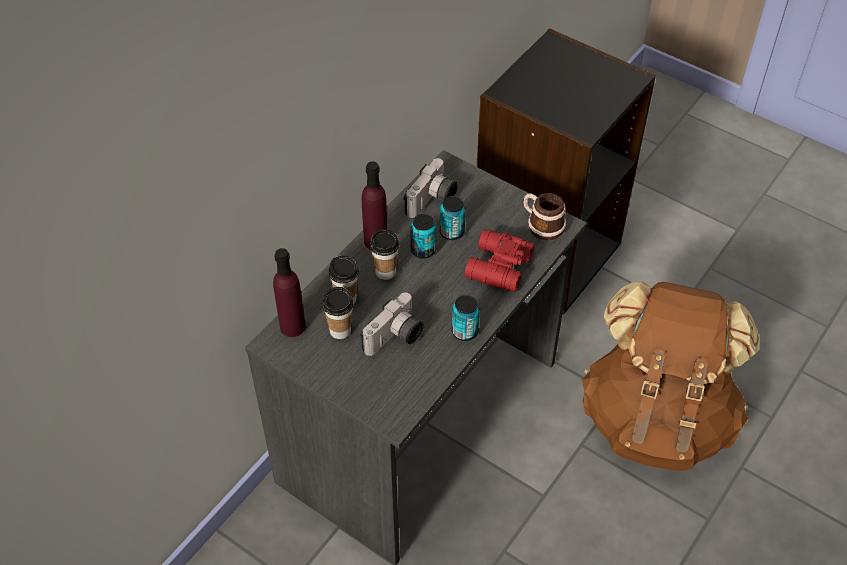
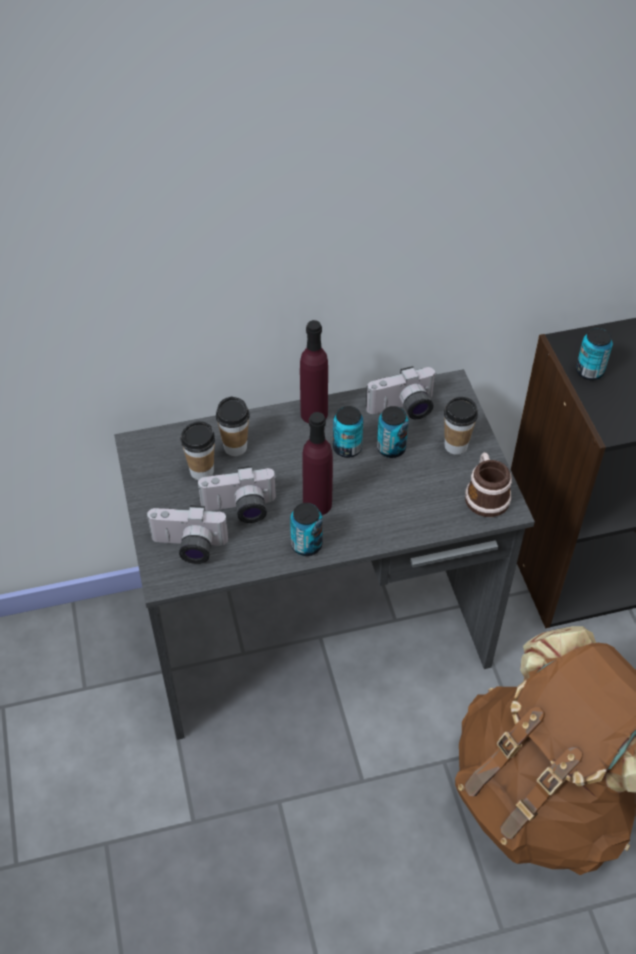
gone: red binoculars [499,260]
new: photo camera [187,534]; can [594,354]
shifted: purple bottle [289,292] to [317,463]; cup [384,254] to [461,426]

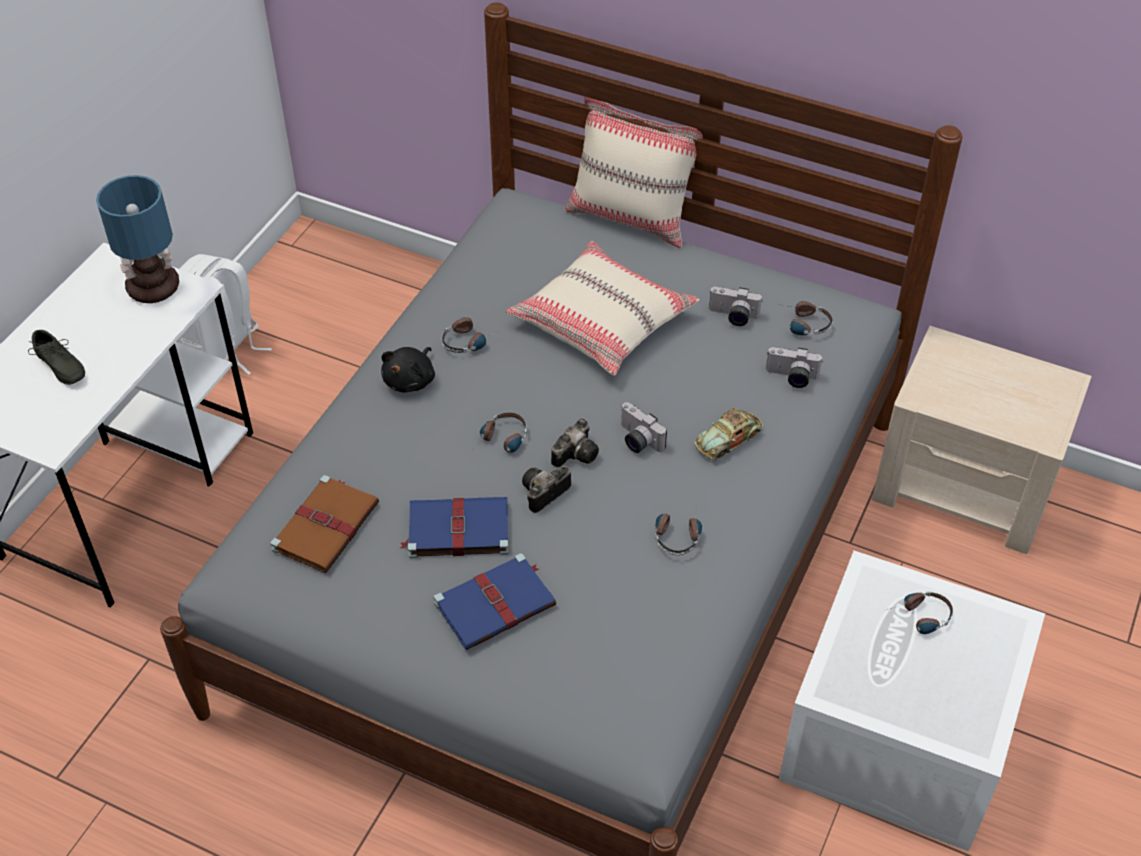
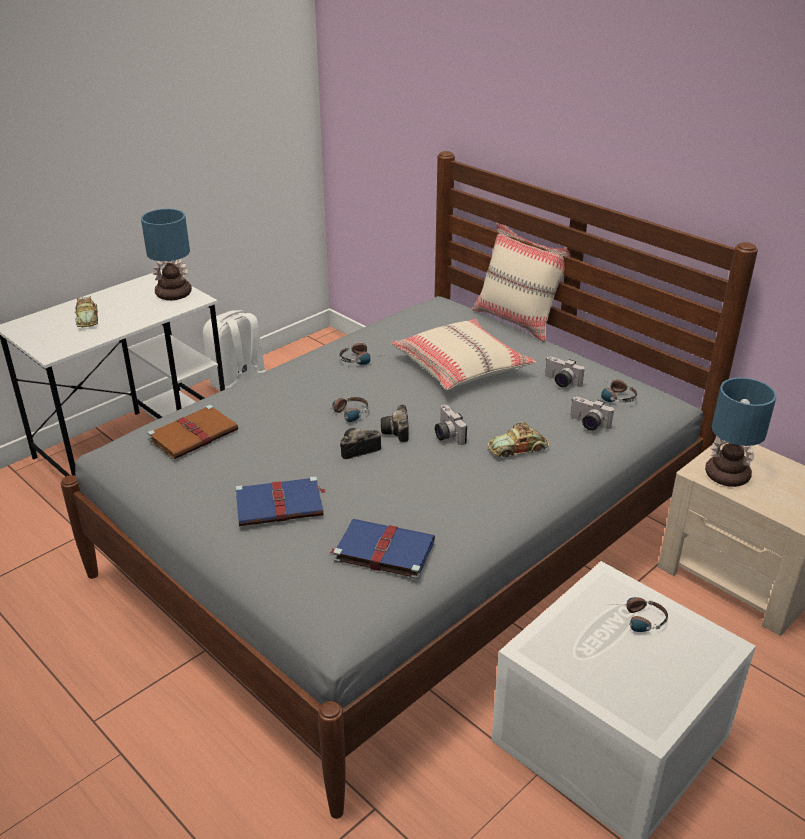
gone: black plush toy [408,369]; headphones [679,531]
new: table lamp [741,432]
shifted: blue book [454,527] to [382,549]
swapped: grey shoe [56,357] to toy car [86,312]
rotated: photo camera [575,443] = [395,423] 120 degrees clockwise

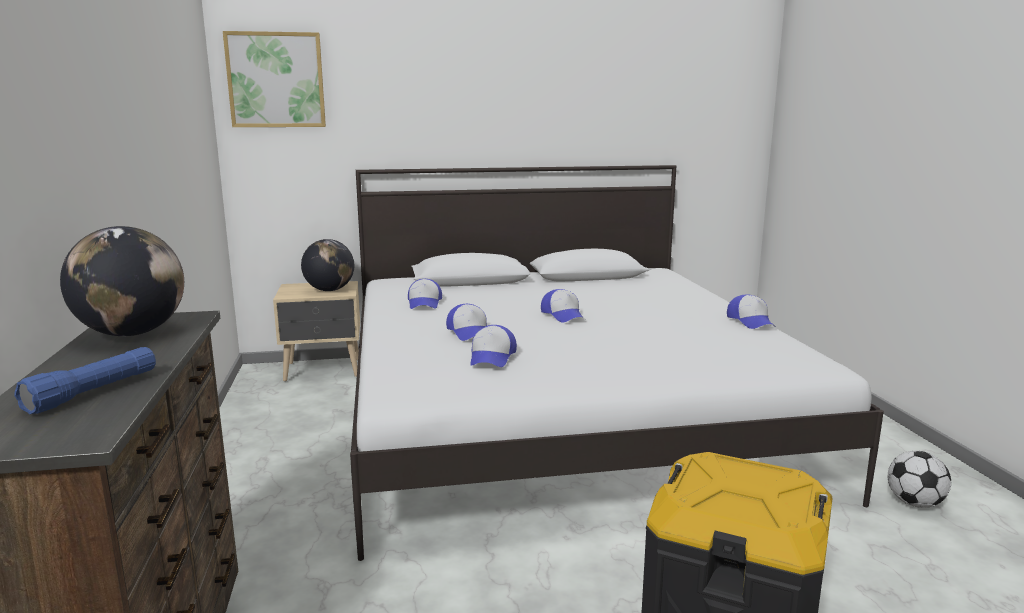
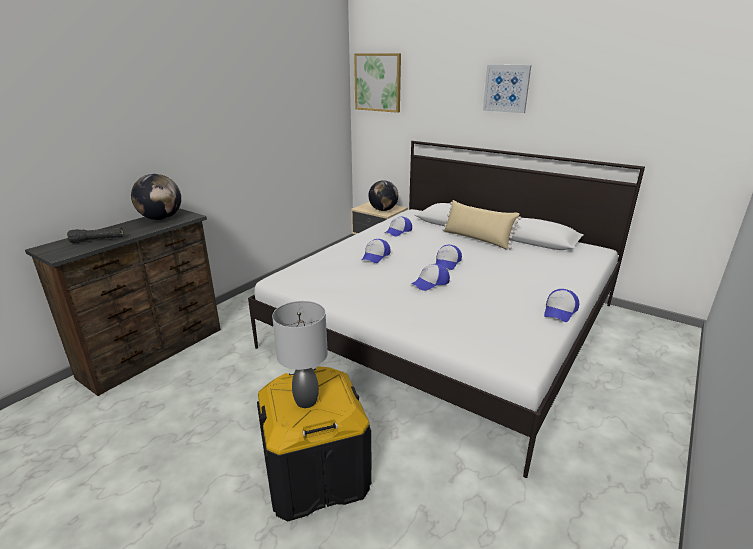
gone: football [919,479]
new: grey table lamp [300,354]; beige pillow [481,225]; picture [507,89]
shifted: cap [493,346] to [431,277]
repainted: blue flashlight [85,380] to black flashlight [95,235]

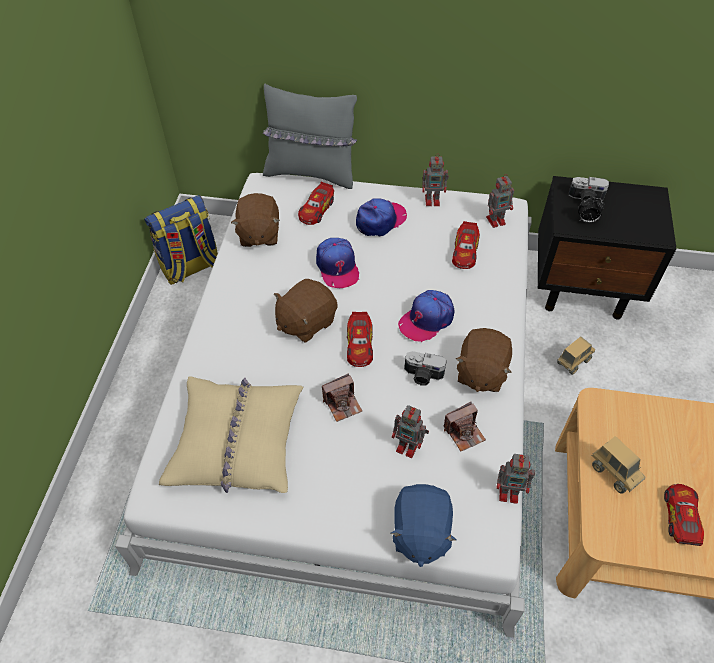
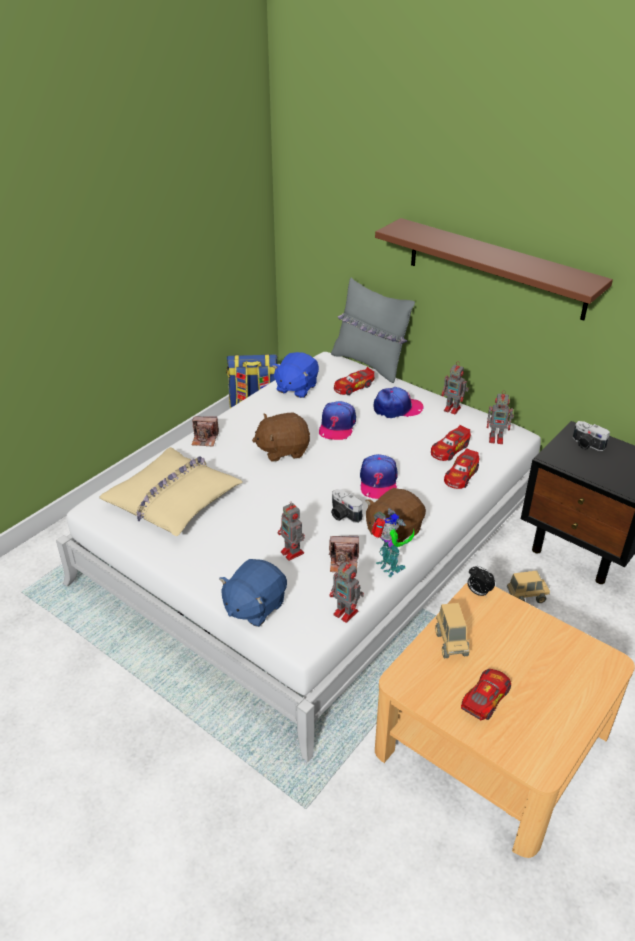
new: toy robot [393,542]; brown shelf [494,269]
shifted: photo camera [342,397] to [205,431]; toy car [360,339] to [461,468]; alarm clock [591,210] to [481,582]
repainted: brown plush toy [255,220] to blue plush toy [295,375]
rotated: cap [426,316] = [379,476] 75 degrees counterclockwise

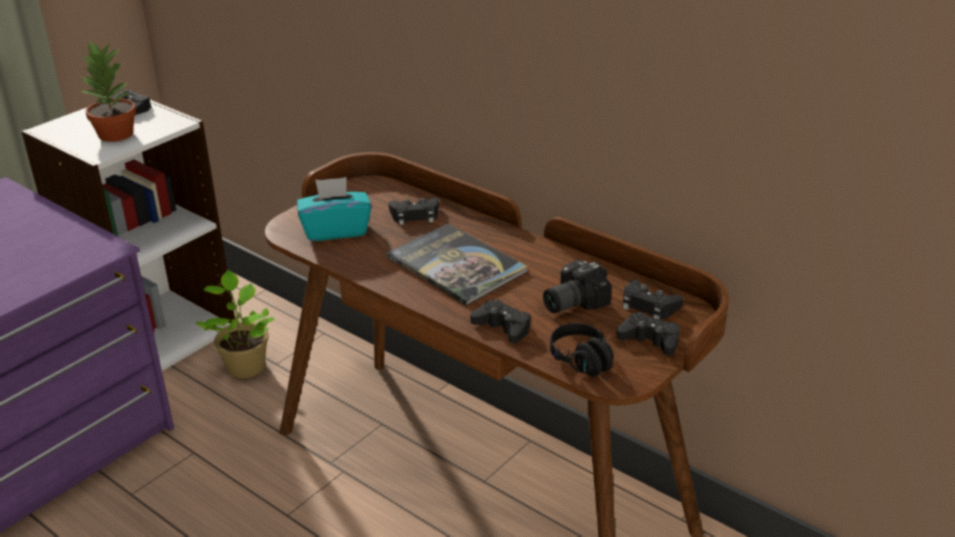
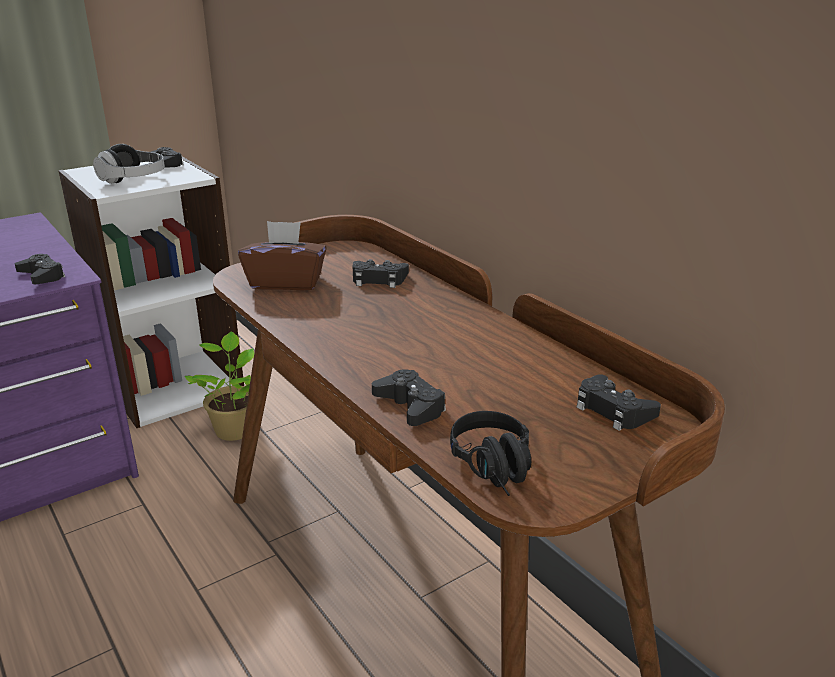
gone: book [457,264]; photo camera [577,286]
shifted: black game controller [648,333] to [40,269]
swapped: potted plant [108,91] to headphones [129,164]
repainted: turquoise tissue box [334,209] to brown tissue box [282,255]

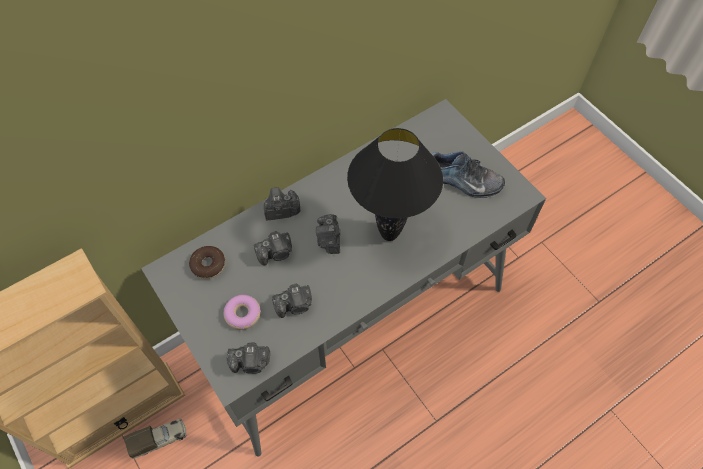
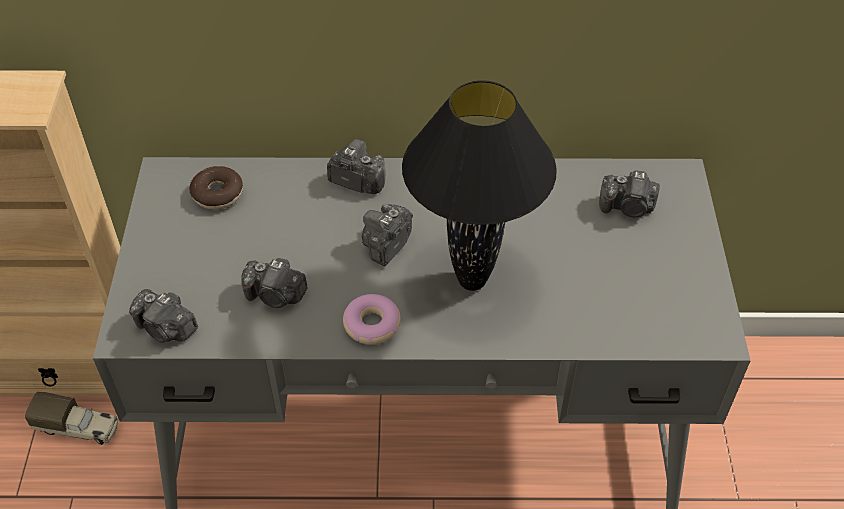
gone: shoe [468,174]
shifted: donut [242,312] to [372,319]; photo camera [273,248] to [629,193]

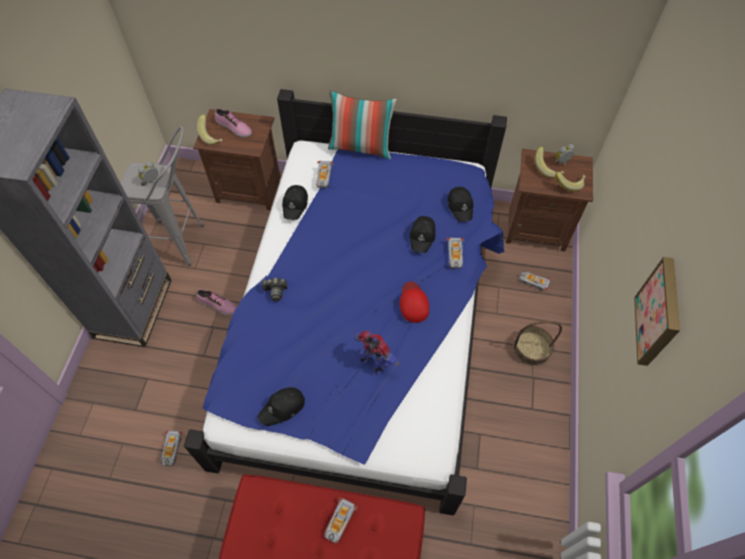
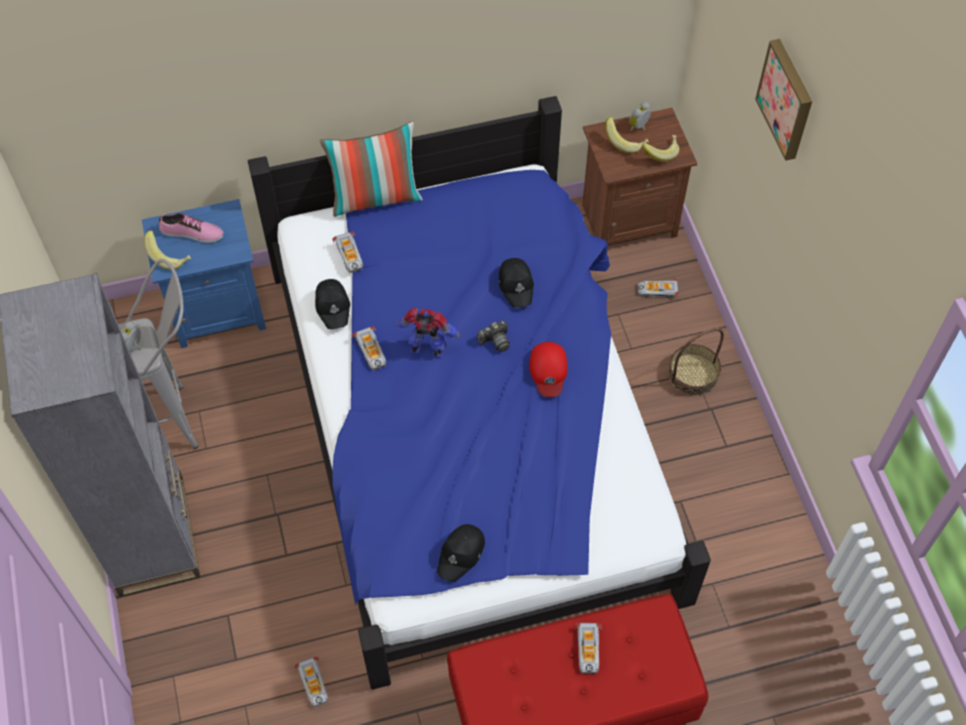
gone: shoe [216,302]; black cap [460,204]
shifted: photo camera [274,289] to [493,336]; toy robot [376,352] to [428,332]; toy car [455,253] to [369,348]; picture [657,311] to [783,100]
repainted: brown nightstand [236,159] to blue nightstand [204,273]
rotated: red cap [414,302] = [548,369] 150 degrees counterclockwise

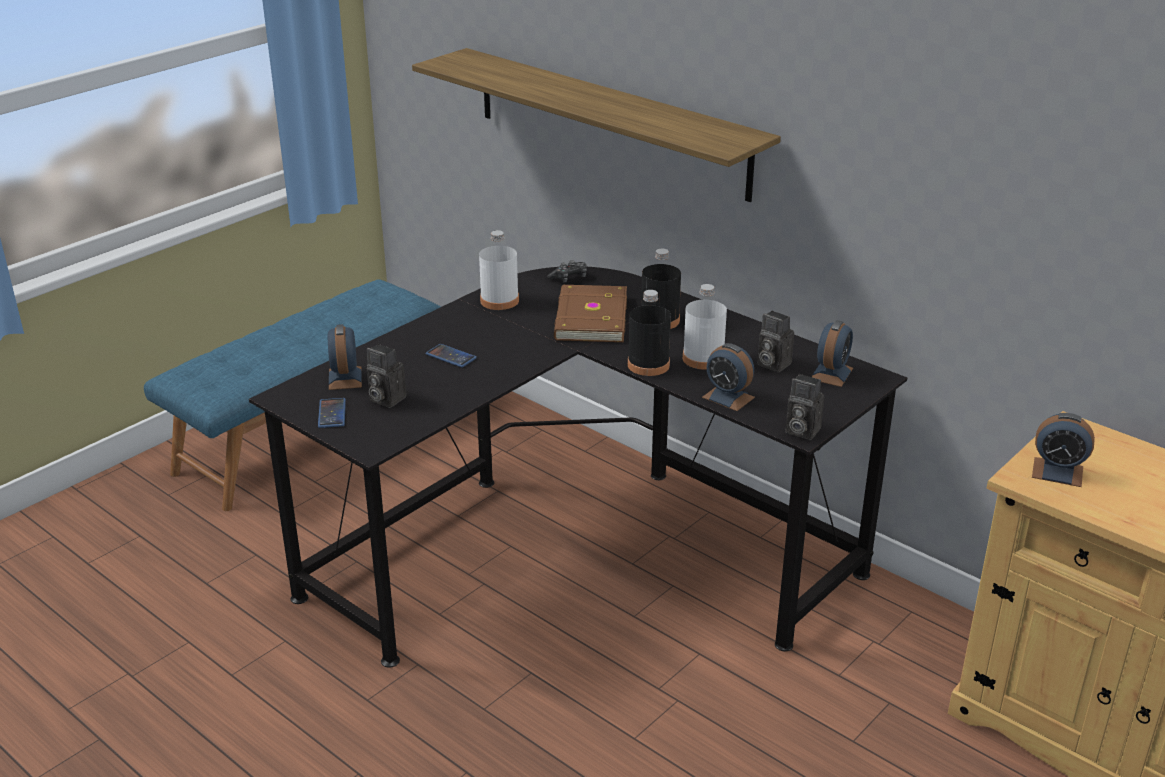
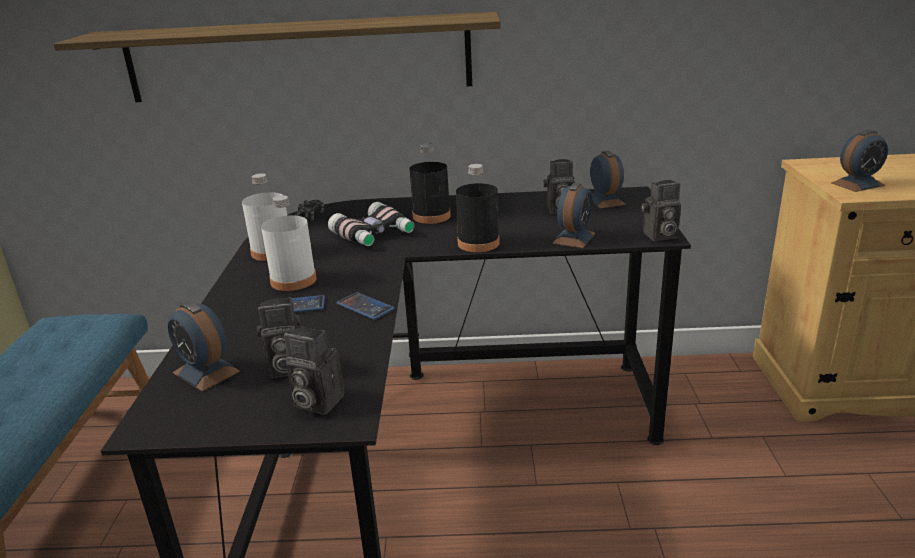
new: photo camera [314,370]
shifted: phone [332,413] to [366,306]; white bottle [705,327] to [289,243]
swapped: brown book [590,313] to binoculars [371,224]
rotated: alarm clock [728,377] = [573,215] 60 degrees counterclockwise

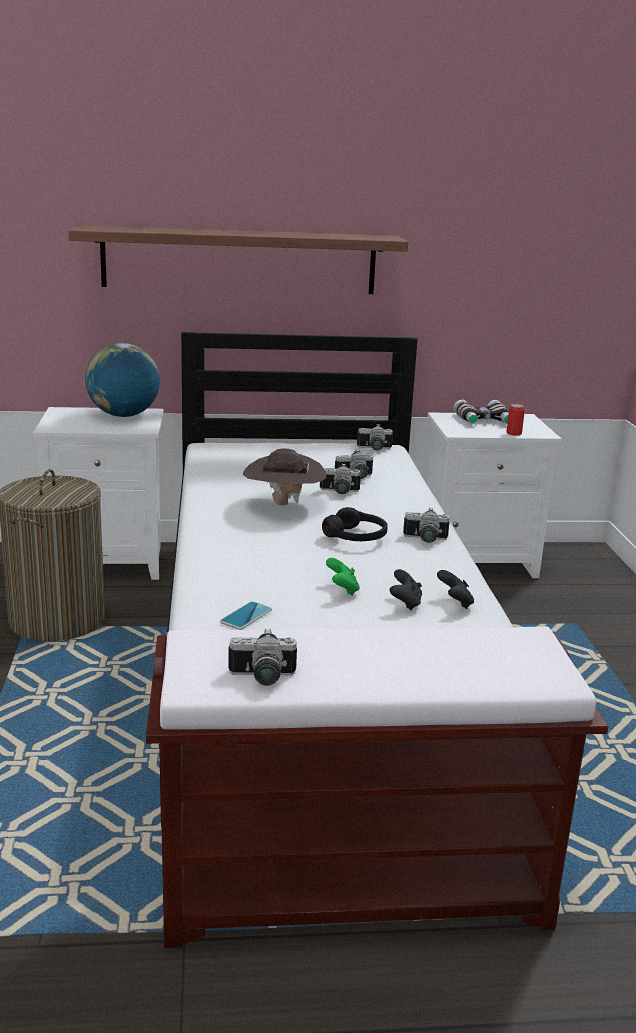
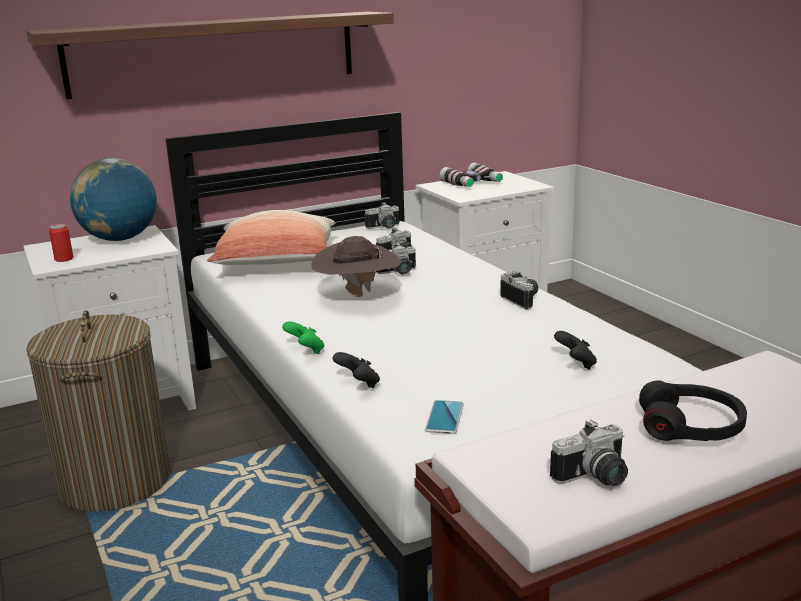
new: pillow [271,237]
shifted: black headphones [355,524] to [693,410]; green game controller [343,577] to [303,337]; black game controller [455,589] to [356,370]; can [516,420] to [61,243]
rotated: photo camera [426,525] = [519,290] 105 degrees counterclockwise

